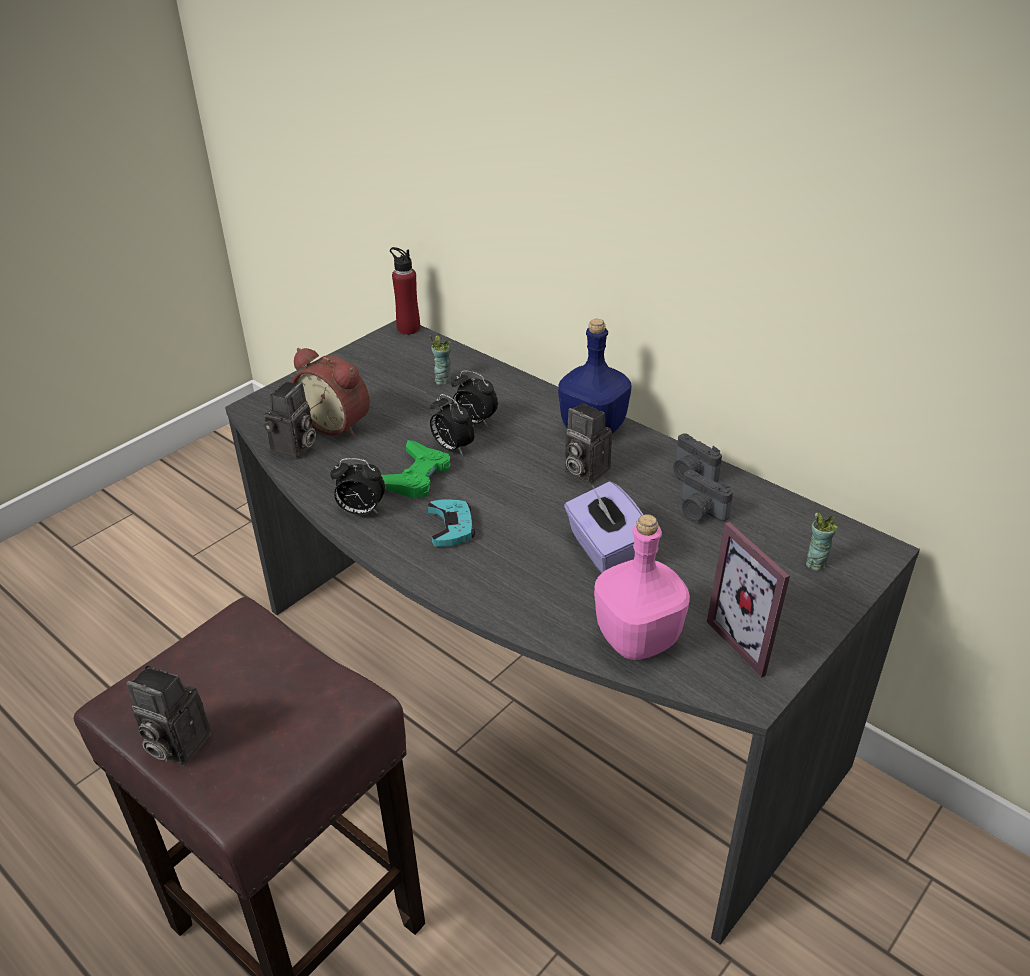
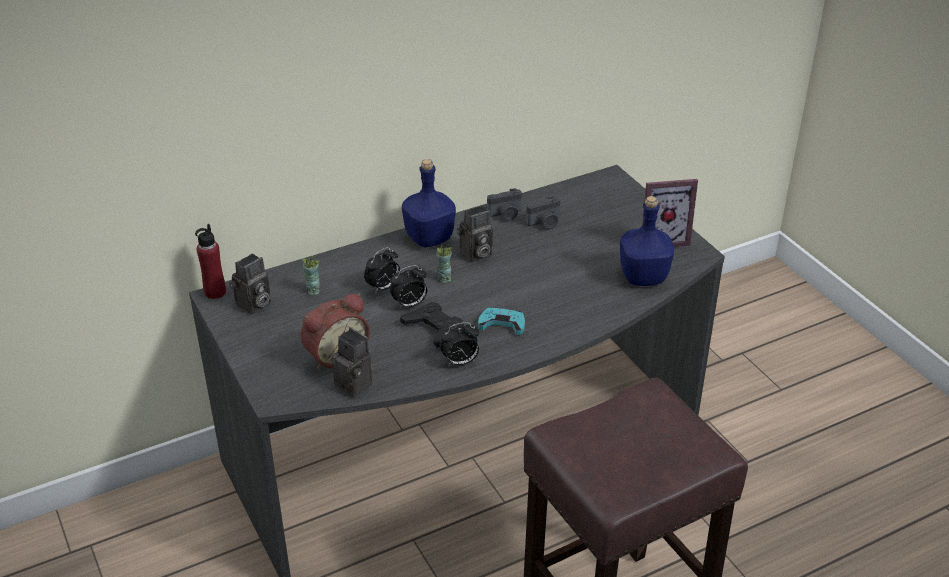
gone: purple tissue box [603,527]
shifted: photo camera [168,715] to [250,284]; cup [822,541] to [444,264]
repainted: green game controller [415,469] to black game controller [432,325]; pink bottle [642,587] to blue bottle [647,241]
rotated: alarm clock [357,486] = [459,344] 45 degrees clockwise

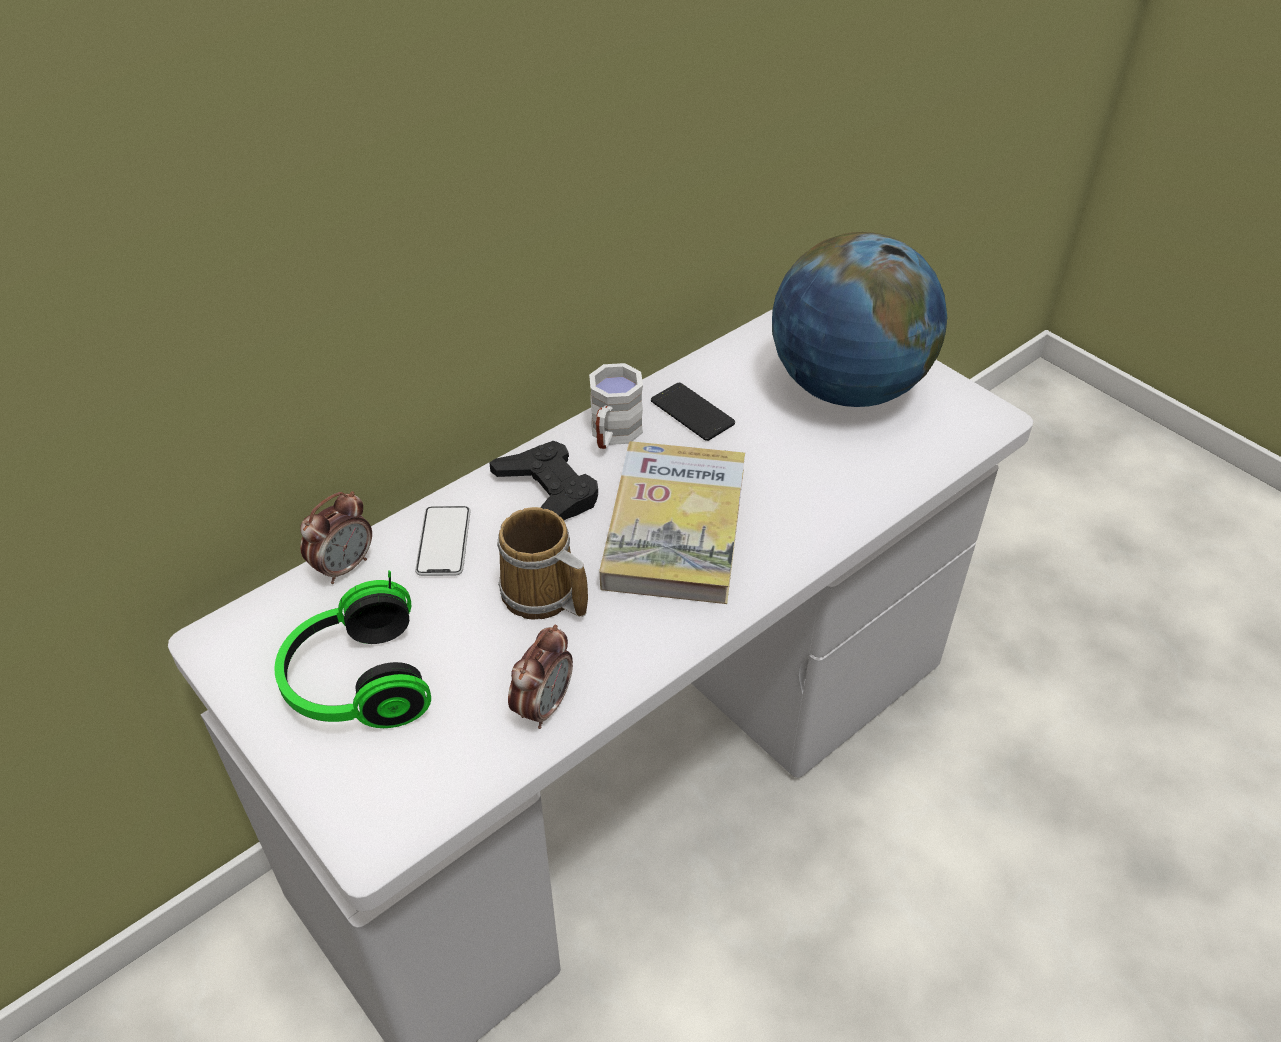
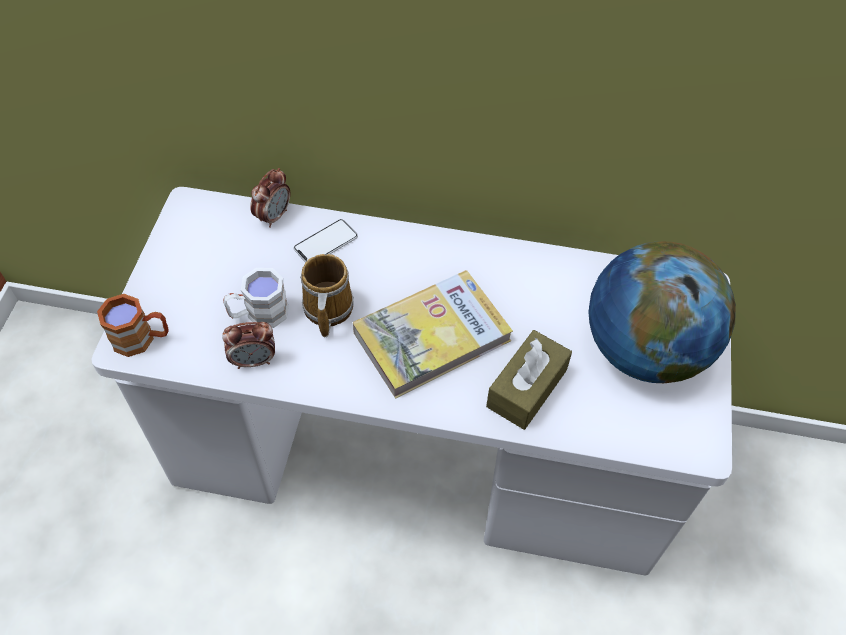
gone: headphones [353,649]; black game controller [543,480]; phone [693,412]
new: brown mug [133,325]; brown tissue box [529,380]
shifted: white mug [616,406] to [255,298]
rotated: alarm clock [336,537] = [270,198] 60 degrees counterclockwise

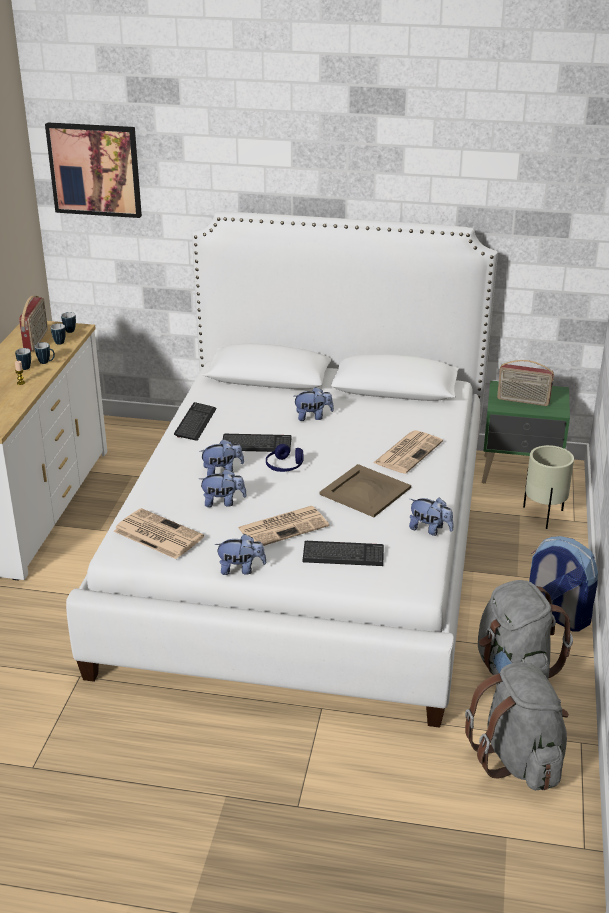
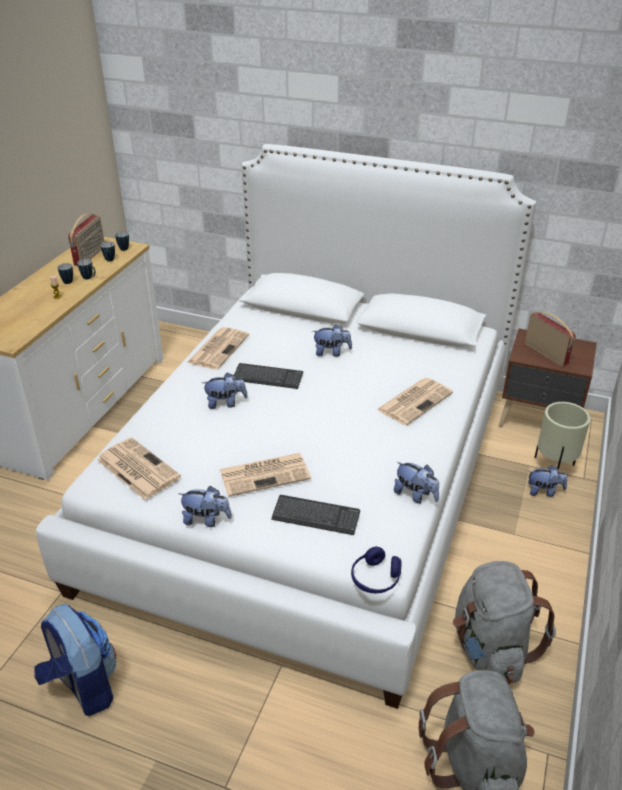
gone: picture [93,170]; beige tray [365,490]
shifted: plush toy [223,488] to [547,481]; blue headphones [284,458] to [376,569]; backpack [563,584] to [75,660]
swapped: keyboard [195,421] to newspaper [218,348]
repainted: green nightstand [526,432] to brown nightstand [548,377]
rotated: radio [525,383] = [550,339] 150 degrees counterclockwise

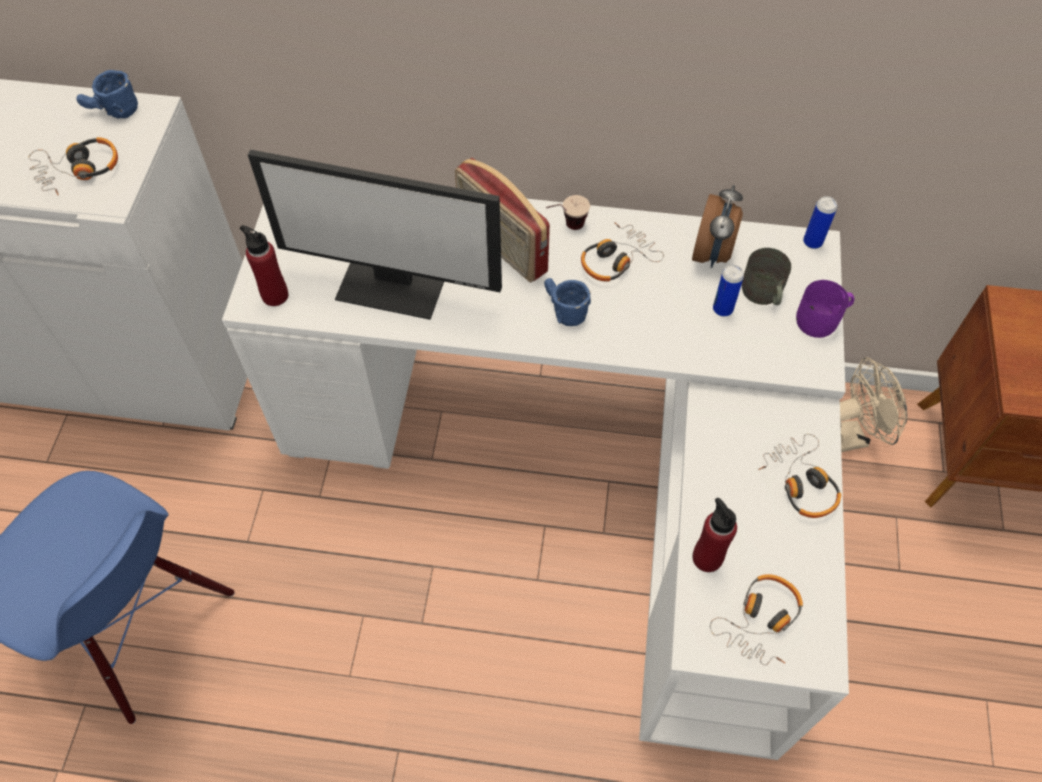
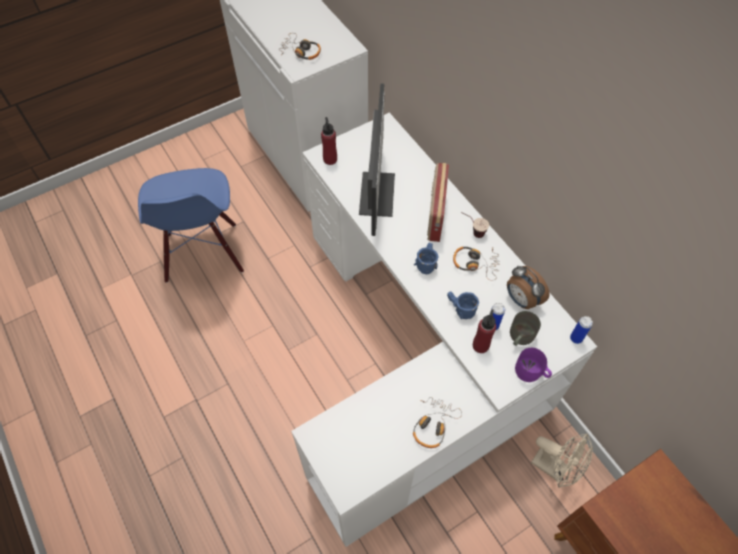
gone: headphones [756,619]
shifted: blue mug [107,94] to [463,305]; red bottle [714,535] to [484,331]
rotated: monitor [375,235] = [377,159] 150 degrees counterclockwise; alarm clock [717,226] = [528,287] 75 degrees clockwise

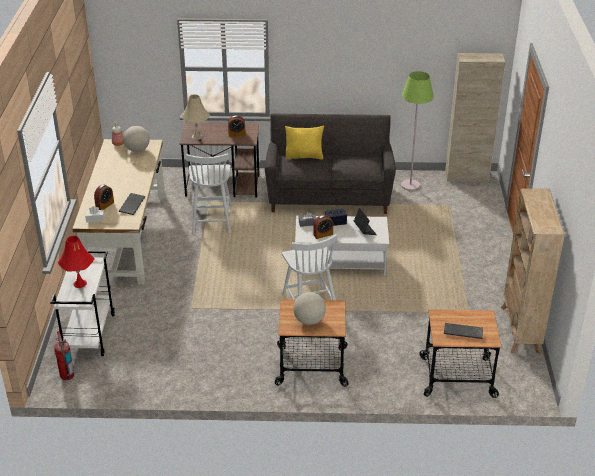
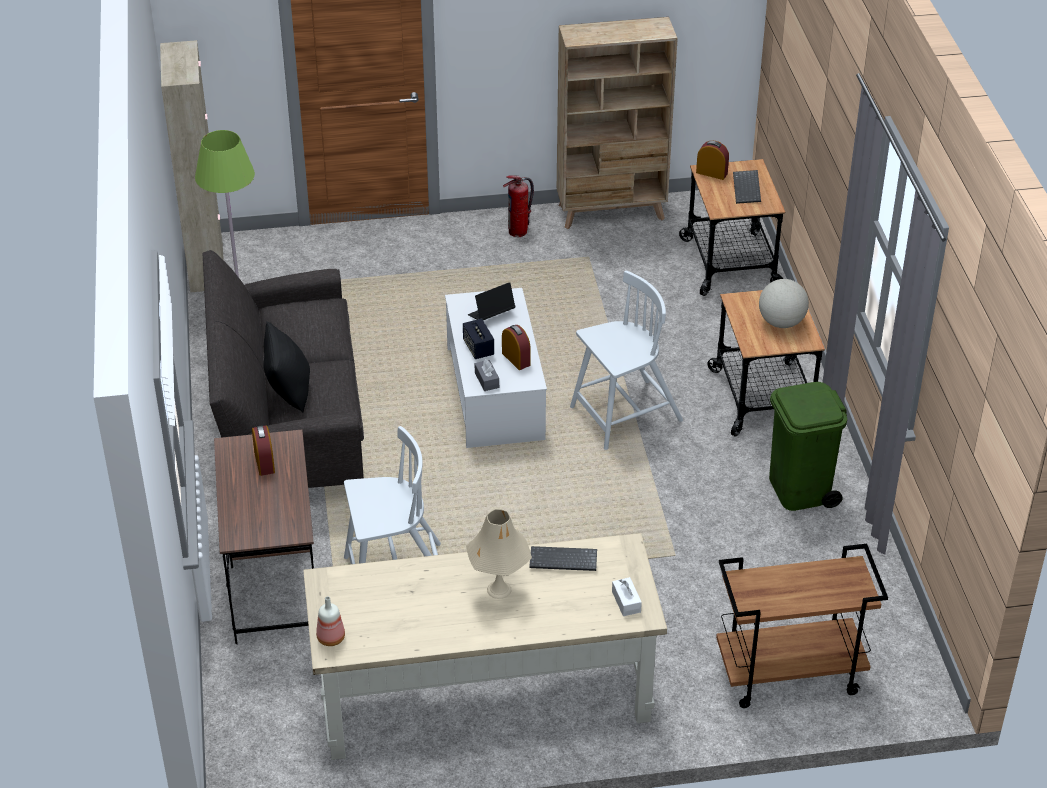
gone: red table lamp [76,262]; globe [136,139]
new: green trash can [808,446]
shifted: fire extinguisher [64,355] to [518,206]; alarm clock [104,197] to [712,160]; beige table lamp [195,117] to [499,554]
repainted: white cart [82,303] to brown cart [802,626]; yellow pillow [304,143] to black pillow [286,366]

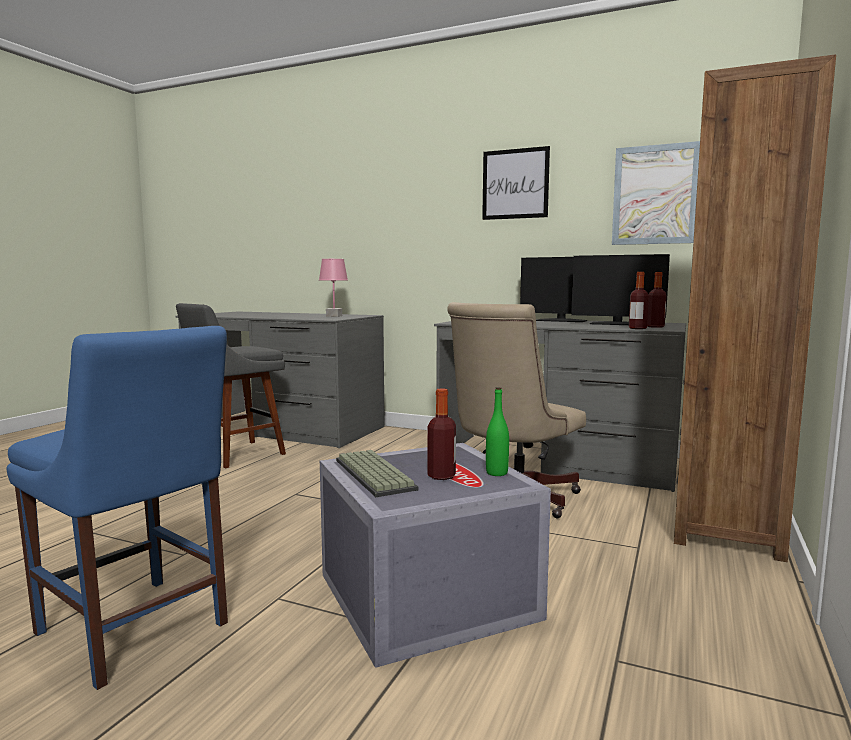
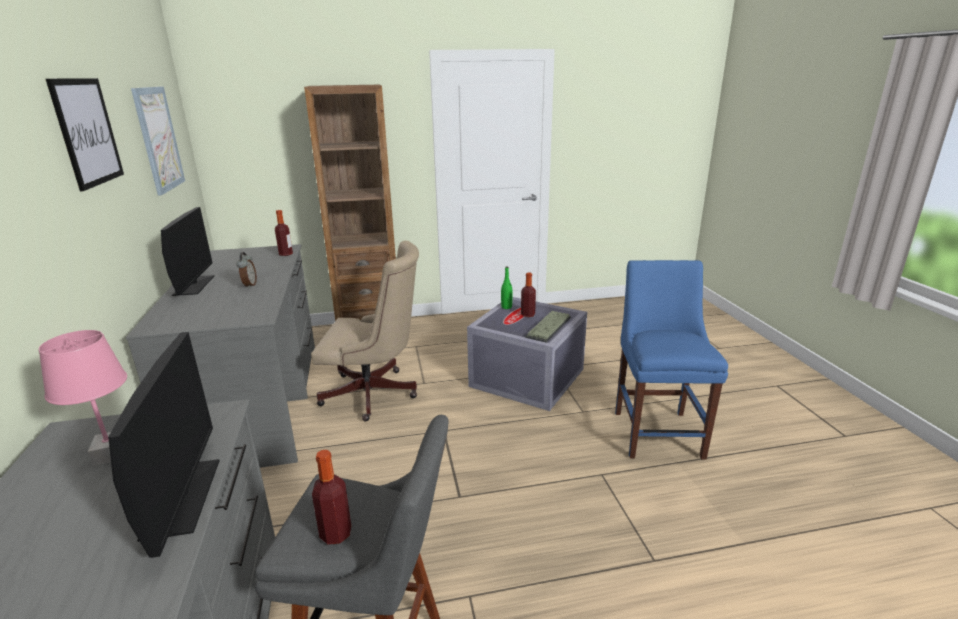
new: alarm clock [246,270]
shifted: monitor [620,289] to [163,445]; bottle [657,300] to [331,497]

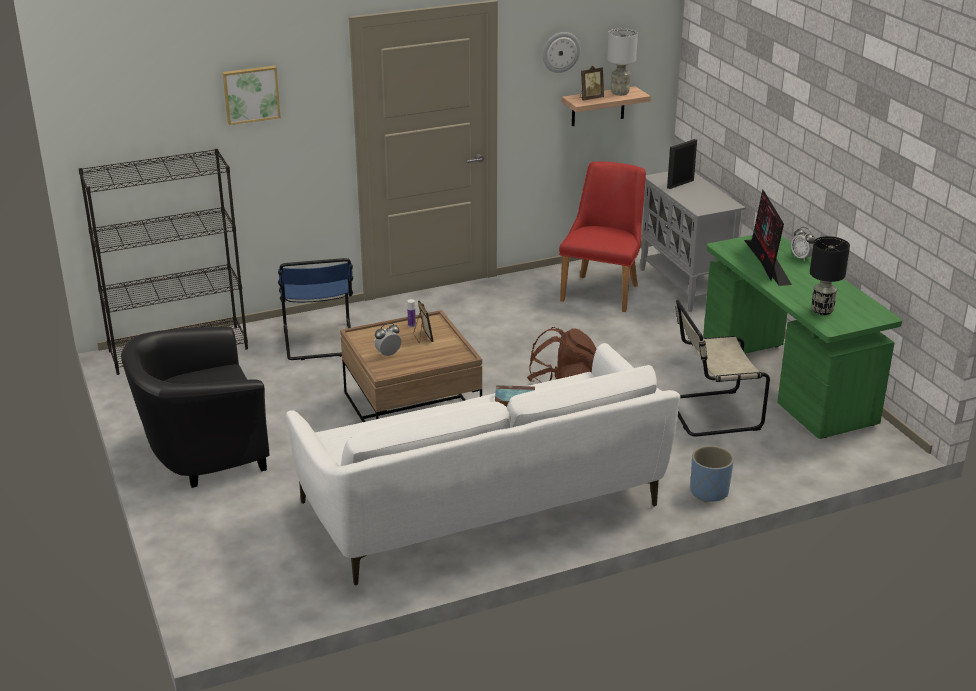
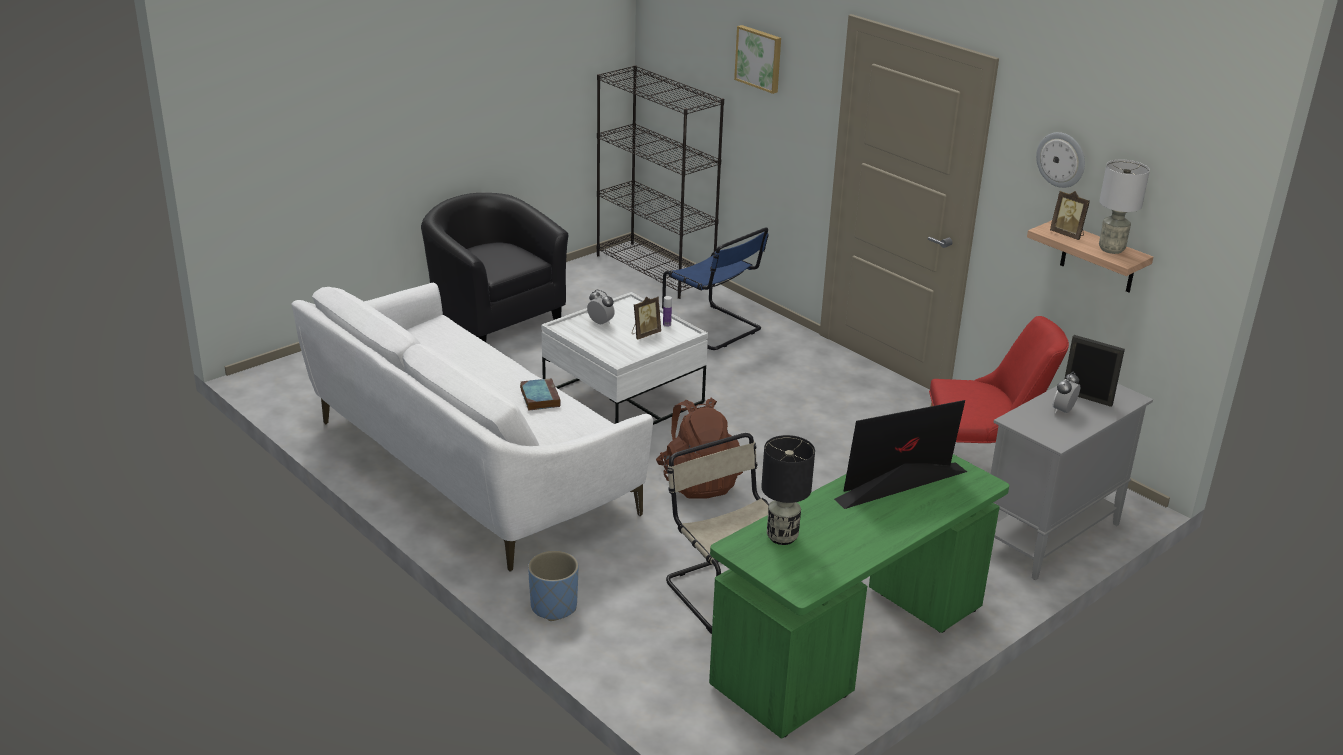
shifted: alarm clock [803,244] to [1066,392]
repainted: brown coffee table [411,366] to white coffee table [624,358]
rotated: blue chair [315,309] = [715,288] 105 degrees counterclockwise

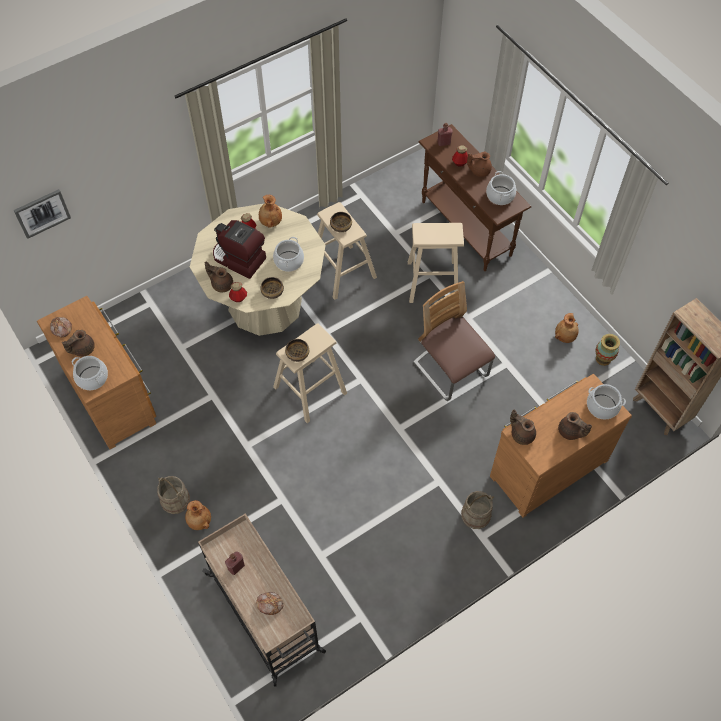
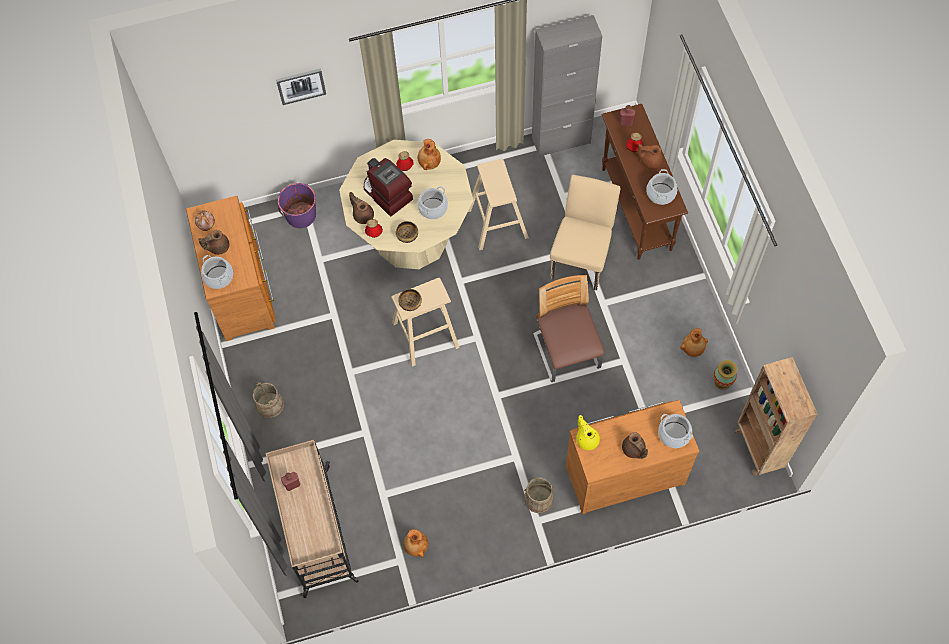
gone: bread [269,603]; bowl [341,222]
new: purple bucket [297,205]; grey cabinet [567,86]
shifted: picture [42,214] to [301,86]; brown vase [198,515] to [415,543]
swapped: beige stool [436,263] to beige chair [585,232]
repainted: brown teapot [523,427] to yellow teapot [588,432]

